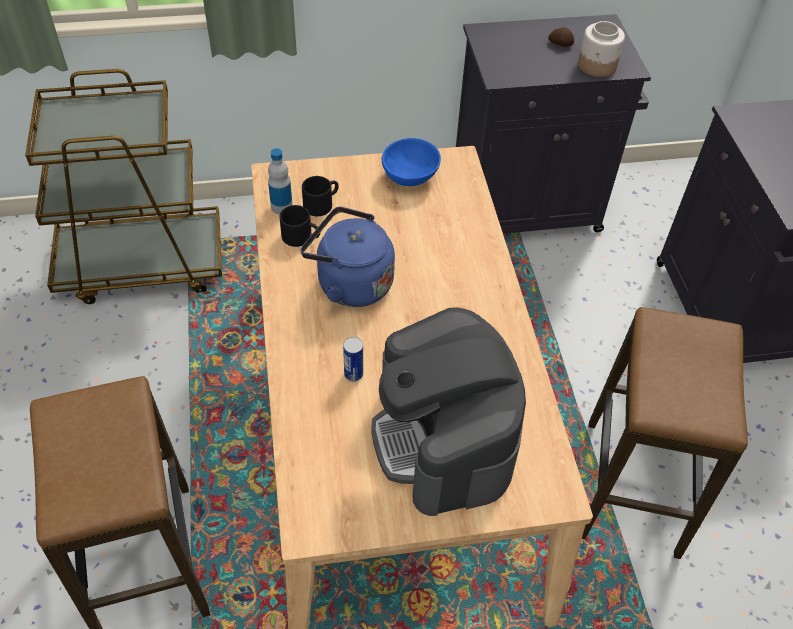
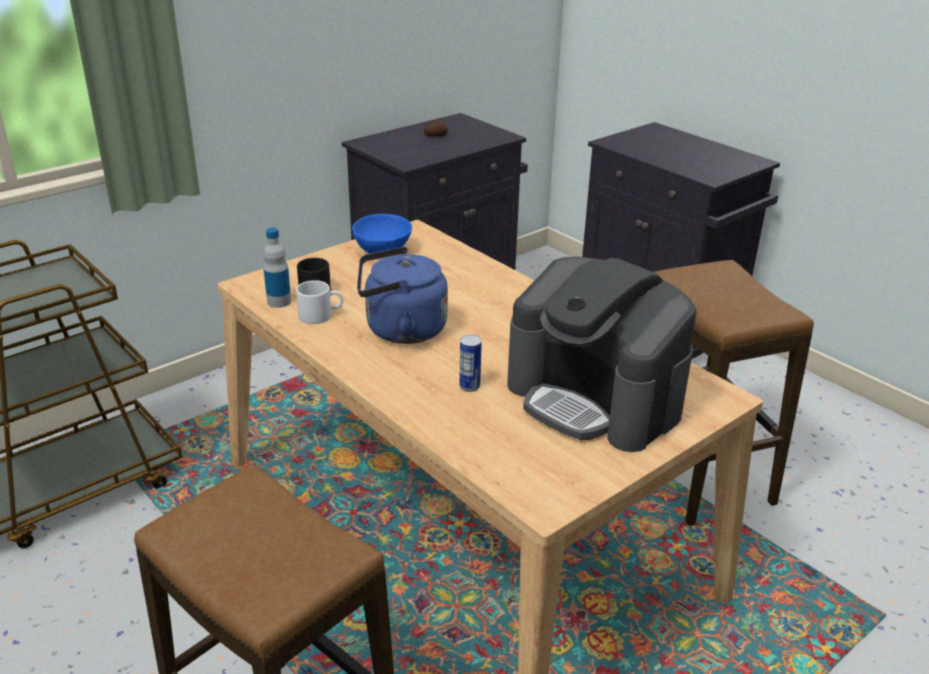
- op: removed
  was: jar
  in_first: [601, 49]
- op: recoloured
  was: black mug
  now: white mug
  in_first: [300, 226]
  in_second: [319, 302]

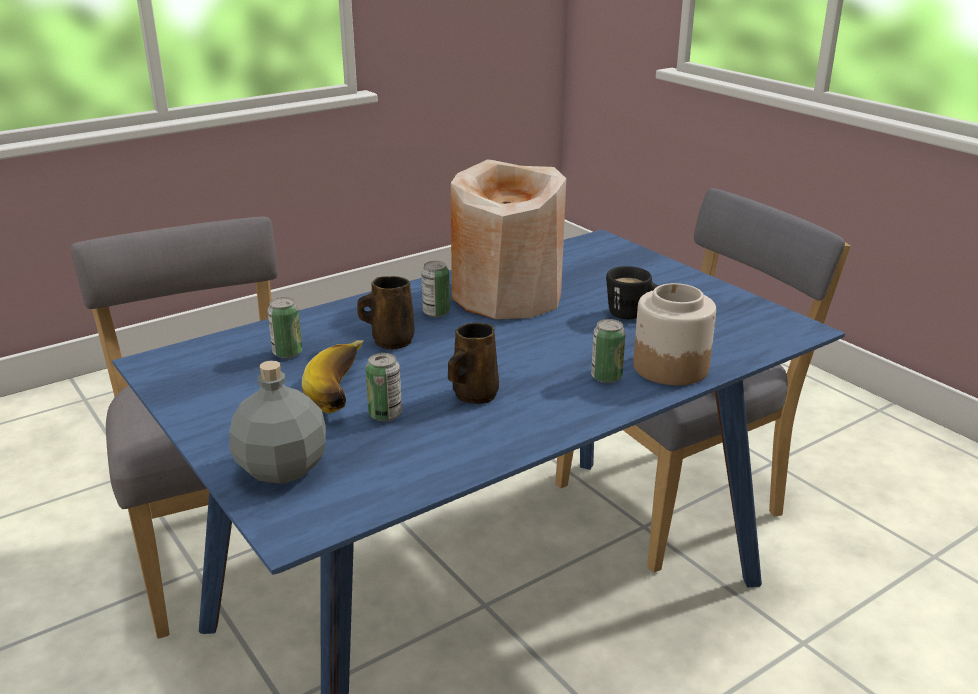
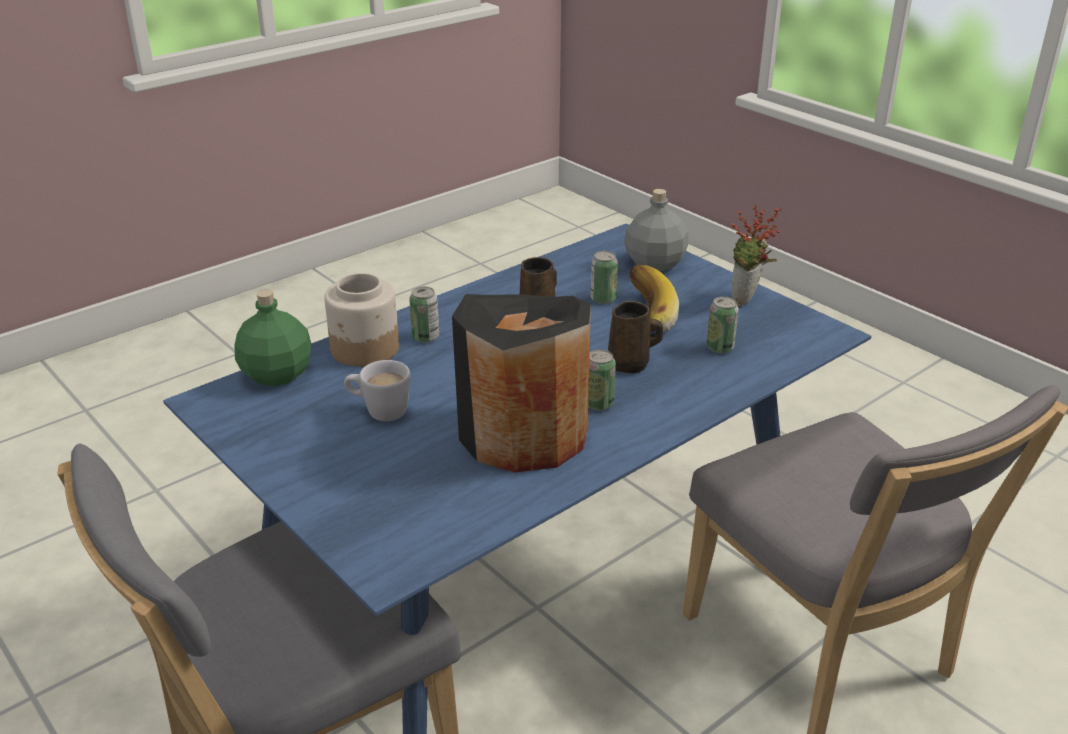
- op: added
  now: green bottle
  in_second: [272, 337]
- op: added
  now: potted plant
  in_second: [756, 255]
- op: recoloured
  was: beige vase
  now: black vase
  in_first: [508, 239]
  in_second: [521, 383]
- op: recoloured
  was: black mug
  now: white mug
  in_first: [633, 292]
  in_second: [377, 390]

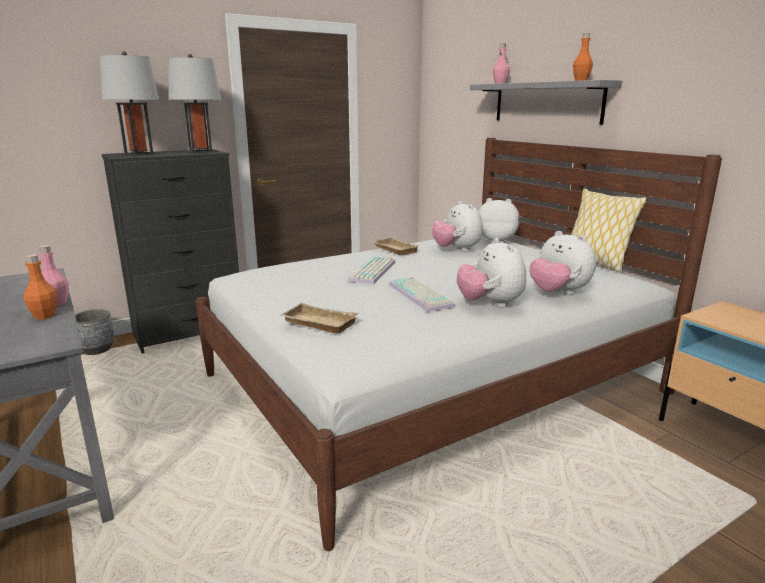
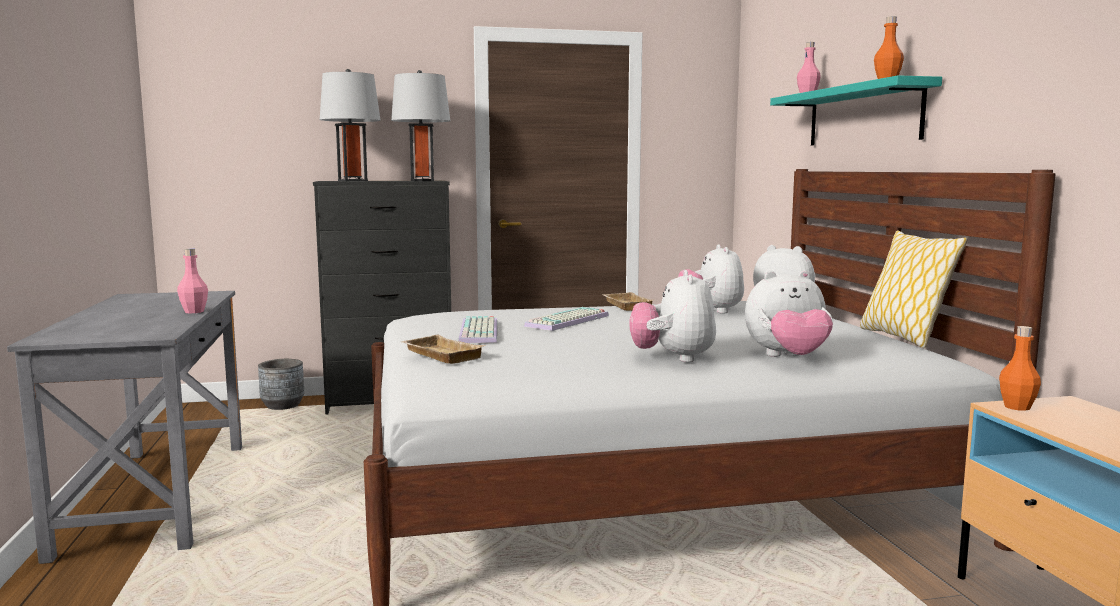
- op: moved
  was: orange bottle
  in_first: [40, 287]
  in_second: [1020, 368]
- op: moved
  was: keyboard
  in_first: [422, 294]
  in_second: [477, 329]
- op: recoloured
  was: grey shelf
  now: turquoise shelf
  in_first: [546, 102]
  in_second: [856, 110]
- op: turned
  was: plush toy
  in_first: [563, 262]
  in_second: [789, 313]
  clockwise: -75

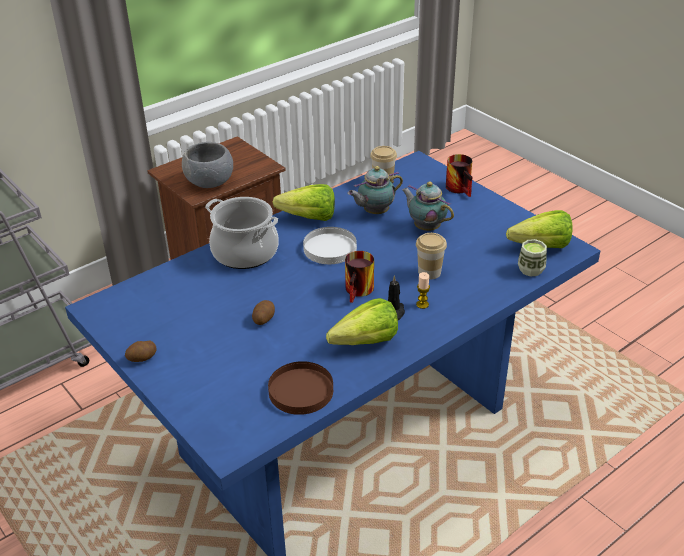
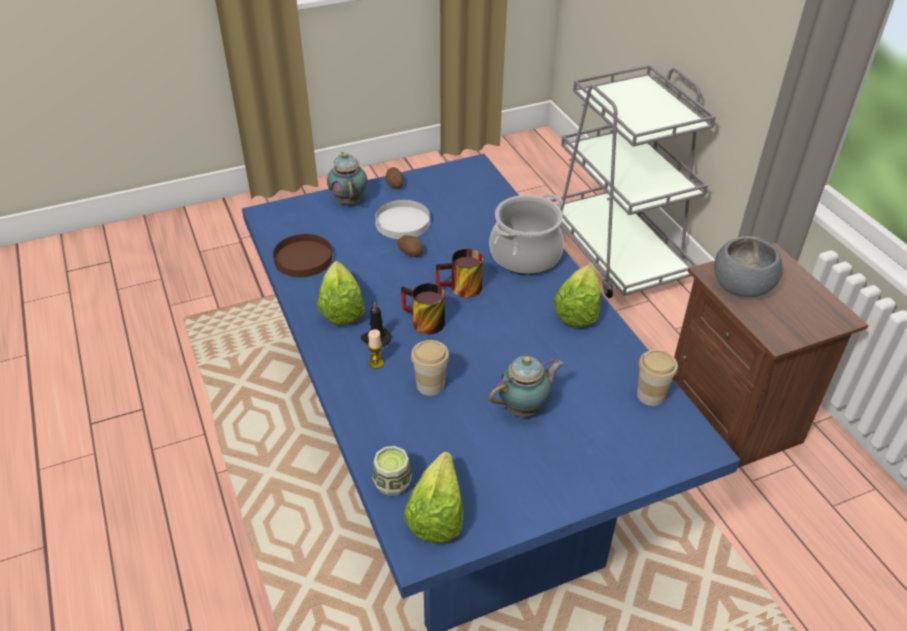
- op: moved
  was: white plate
  in_first: [330, 245]
  in_second: [402, 219]
- op: moved
  was: teapot
  in_first: [375, 190]
  in_second: [347, 178]
- op: moved
  was: mug
  in_first: [459, 175]
  in_second: [459, 273]

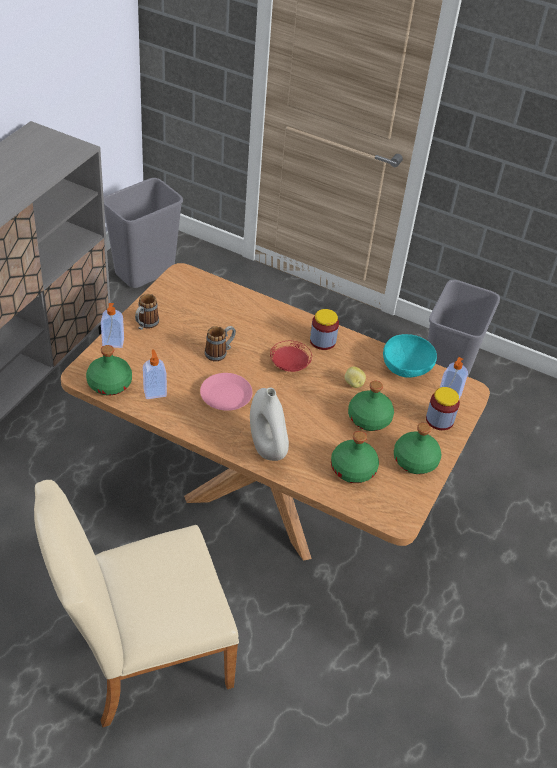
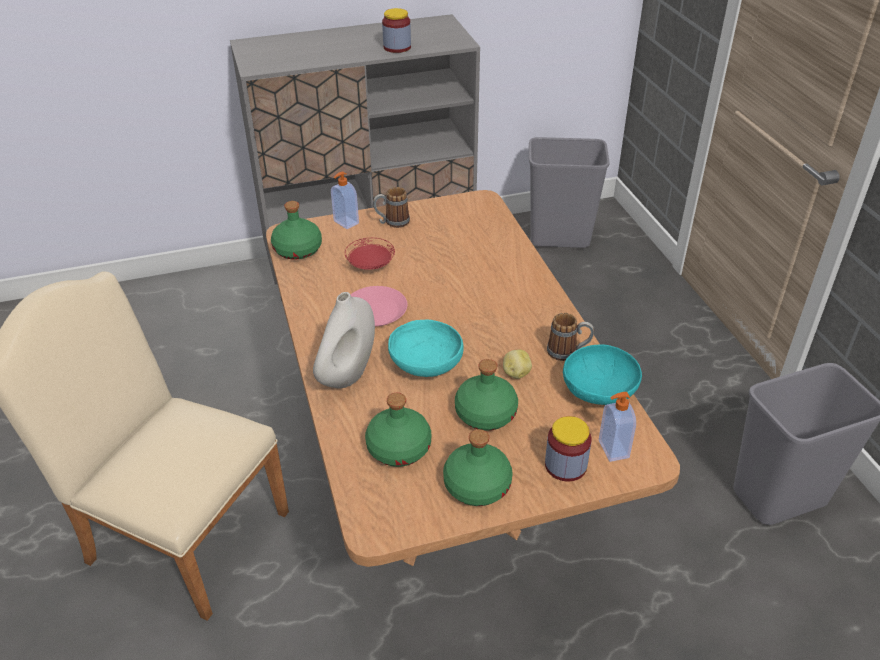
- op: removed
  was: soap dispenser
  in_first: [155, 374]
- op: added
  now: turquoise bowl
  in_second: [425, 348]
- op: moved
  was: mug
  in_first: [220, 344]
  in_second: [570, 337]
- op: moved
  was: red plate
  in_first: [291, 356]
  in_second: [370, 254]
- op: moved
  was: jar
  in_first: [324, 329]
  in_second: [396, 30]

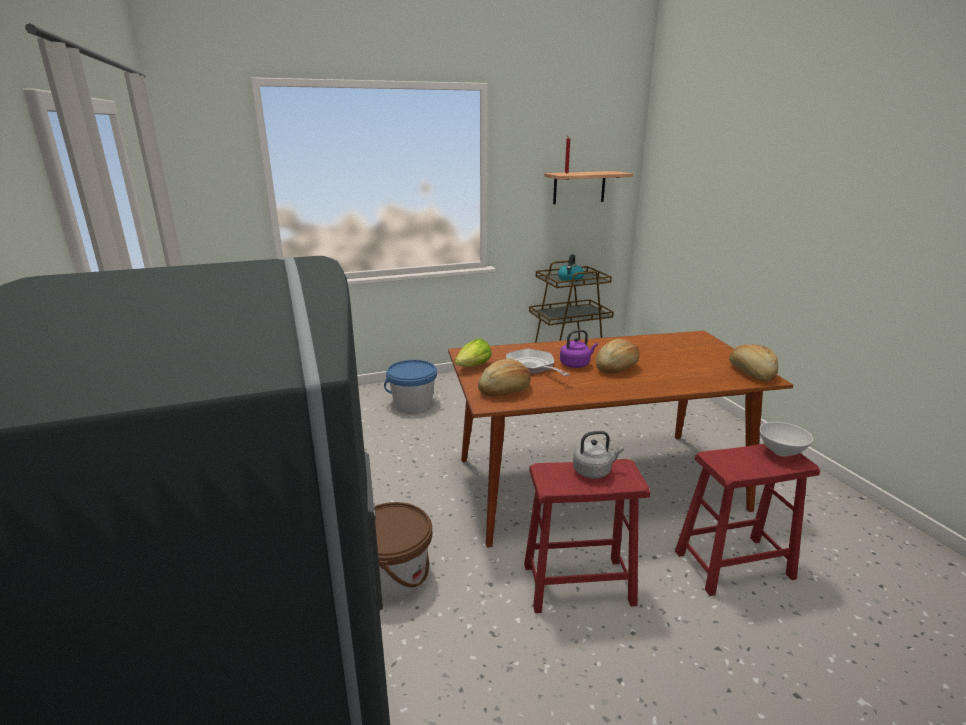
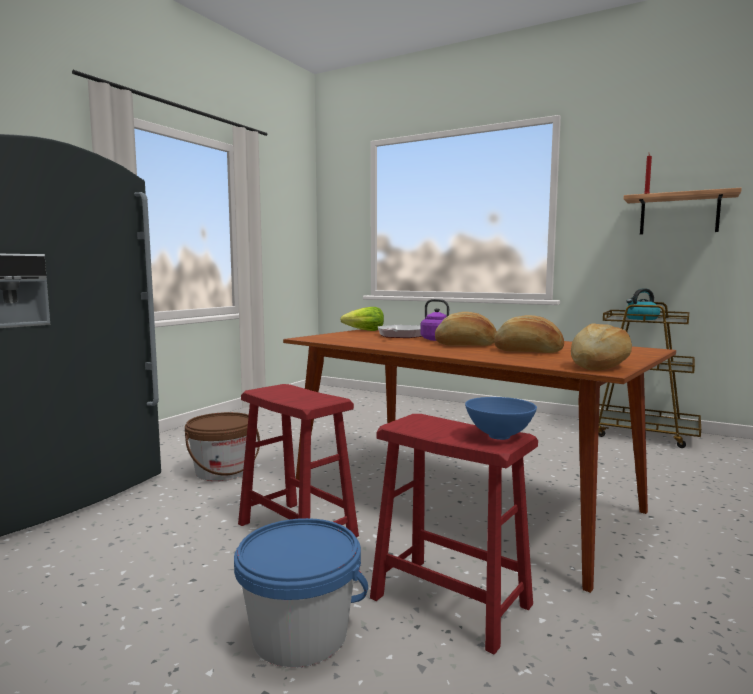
- op: removed
  was: grey kettle
  in_first: [598, 455]
- op: moved
  was: blue bucket
  in_first: [410, 386]
  in_second: [301, 593]
- op: moved
  was: bread
  in_first: [504, 378]
  in_second: [529, 334]
- op: recoloured
  was: white bowl
  now: blue bowl
  in_first: [786, 439]
  in_second: [501, 418]

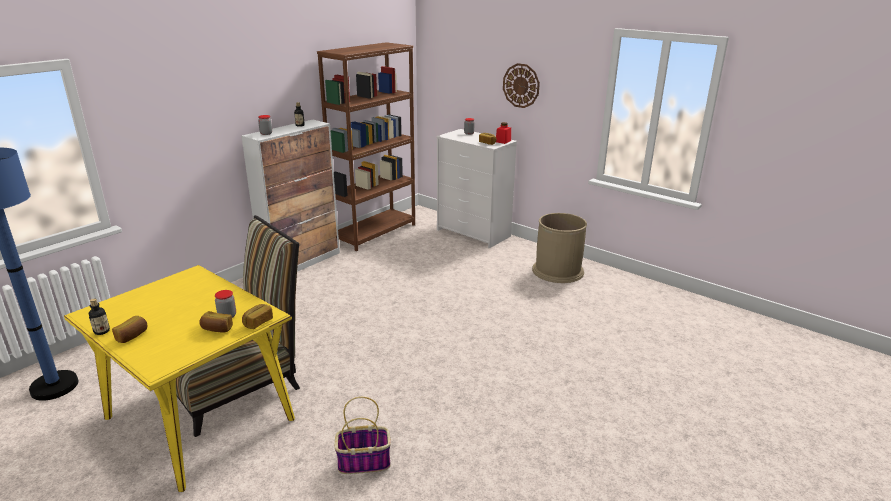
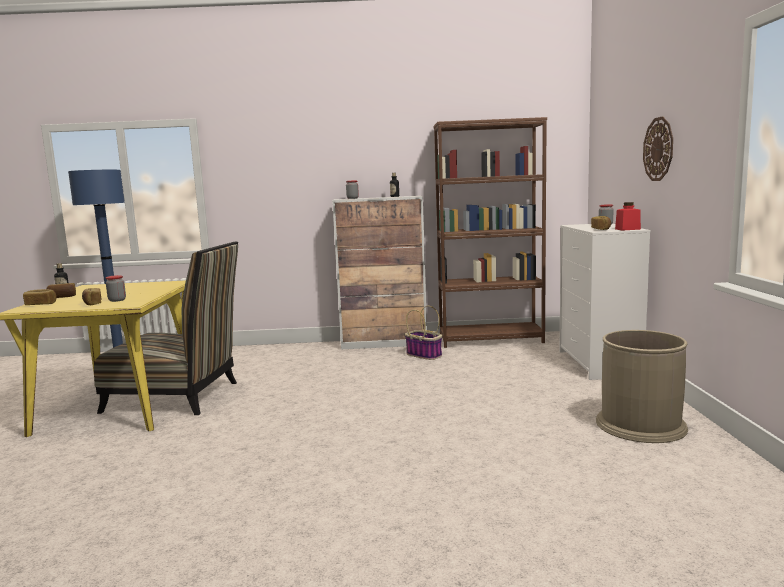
- op: moved
  was: bread
  in_first: [257, 316]
  in_second: [40, 297]
- op: moved
  was: basket
  in_first: [363, 435]
  in_second: [423, 333]

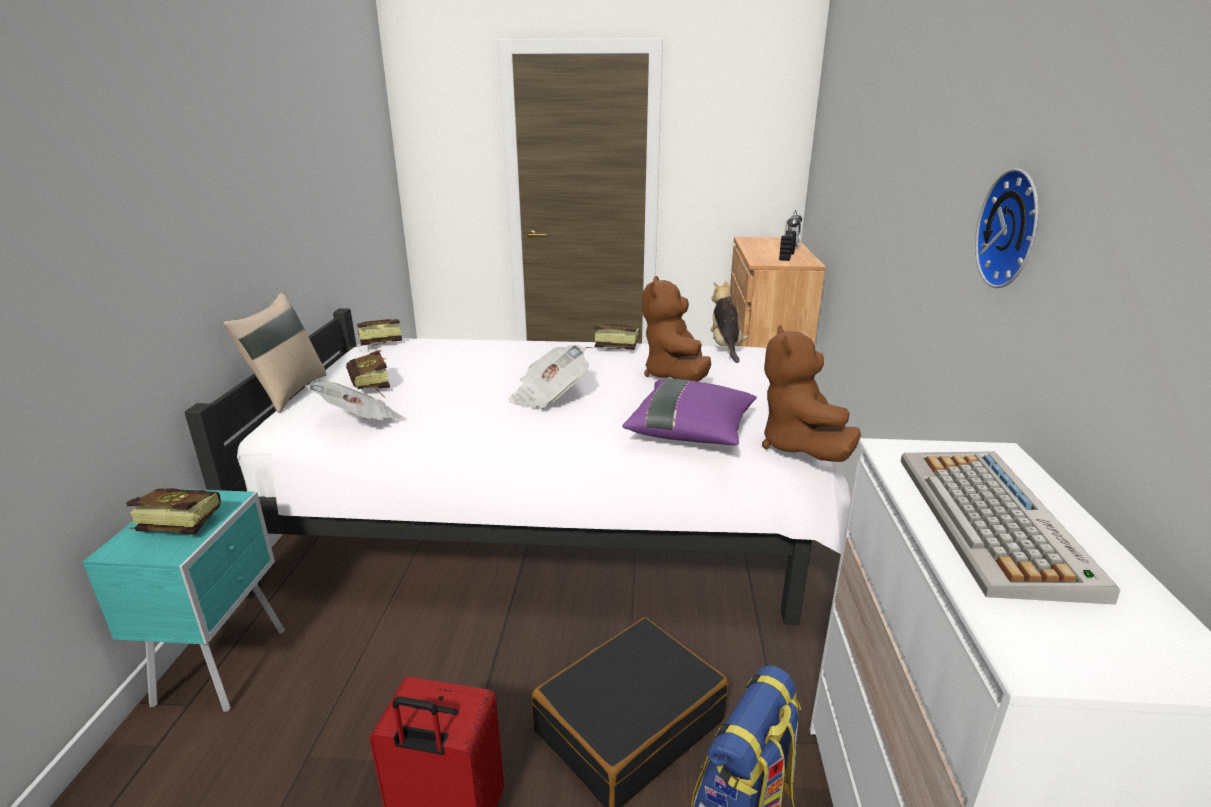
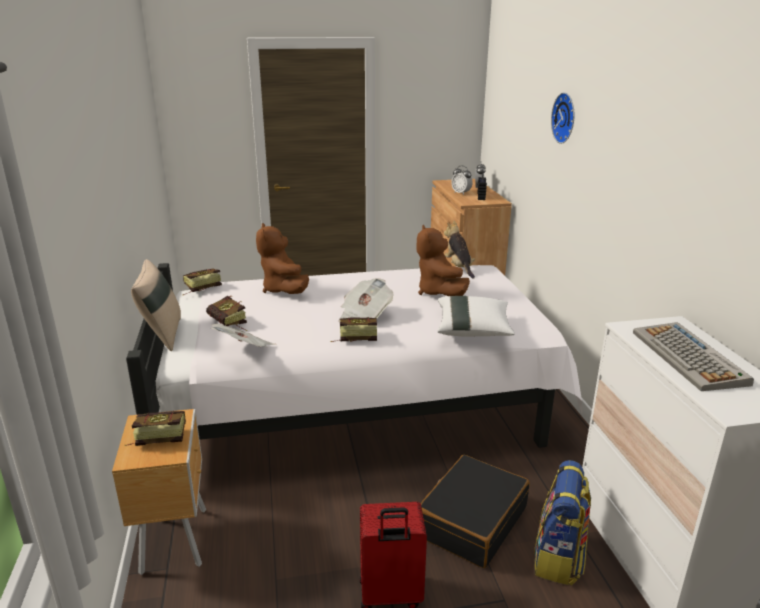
- op: added
  now: alarm clock
  in_second: [461, 180]
- op: moved
  was: book
  in_first: [613, 337]
  in_second: [353, 329]
- op: moved
  was: brown plush toy
  in_first: [811, 393]
  in_second: [282, 258]
- op: moved
  was: wall clock
  in_first: [1007, 228]
  in_second: [562, 118]
- op: recoloured
  was: turquoise nightstand
  now: brown nightstand
  in_first: [183, 600]
  in_second: [159, 492]
- op: recoloured
  was: purple pillow
  now: white pillow
  in_first: [690, 412]
  in_second: [476, 316]

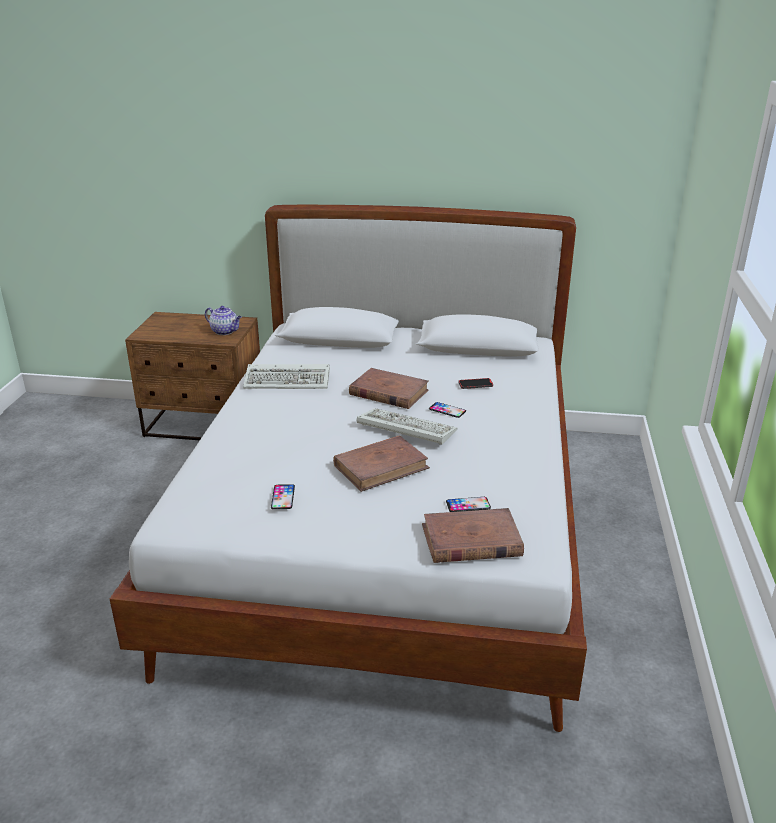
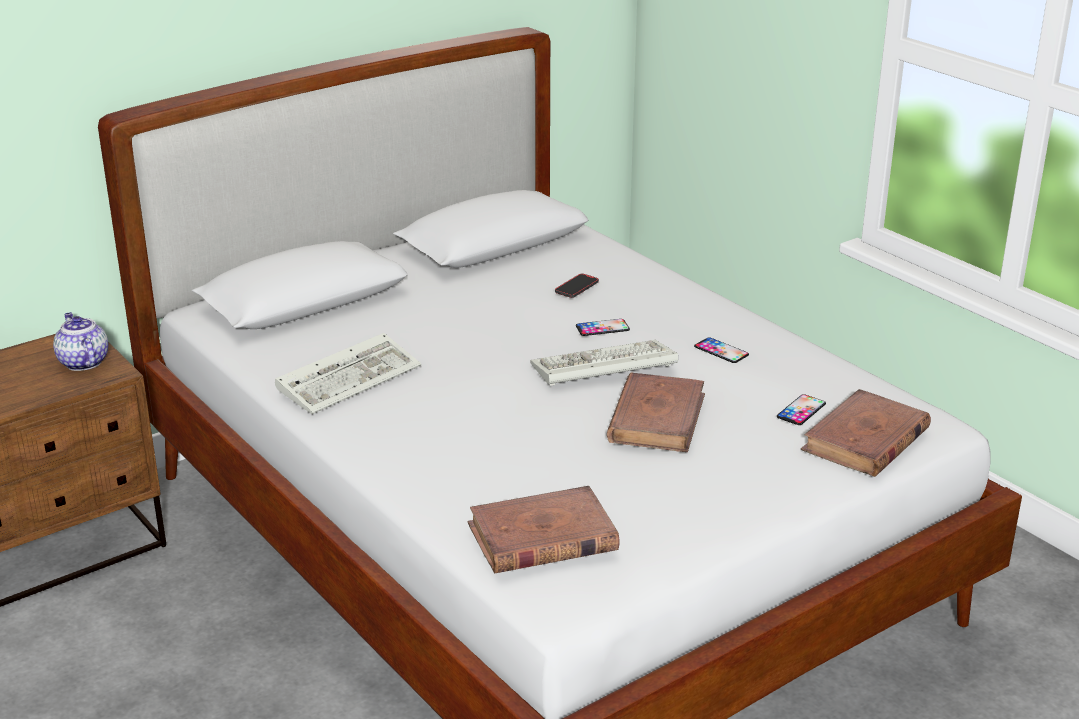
- op: moved
  was: phone
  in_first: [283, 496]
  in_second: [721, 350]
- op: moved
  was: brown book
  in_first: [389, 388]
  in_second: [543, 529]
- op: turned
  was: teapot
  in_first: [223, 320]
  in_second: [81, 341]
  clockwise: -105

